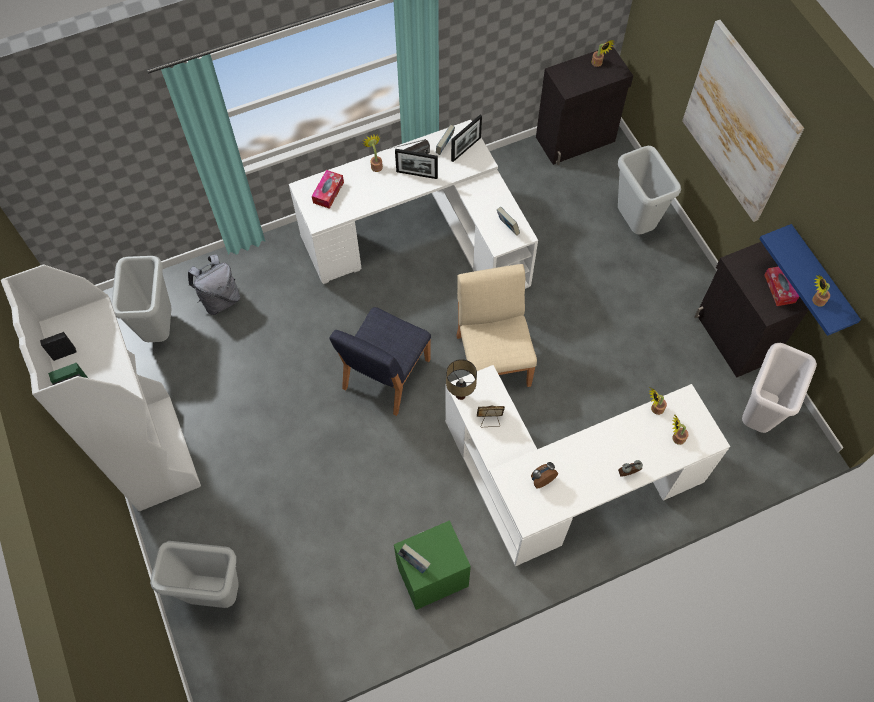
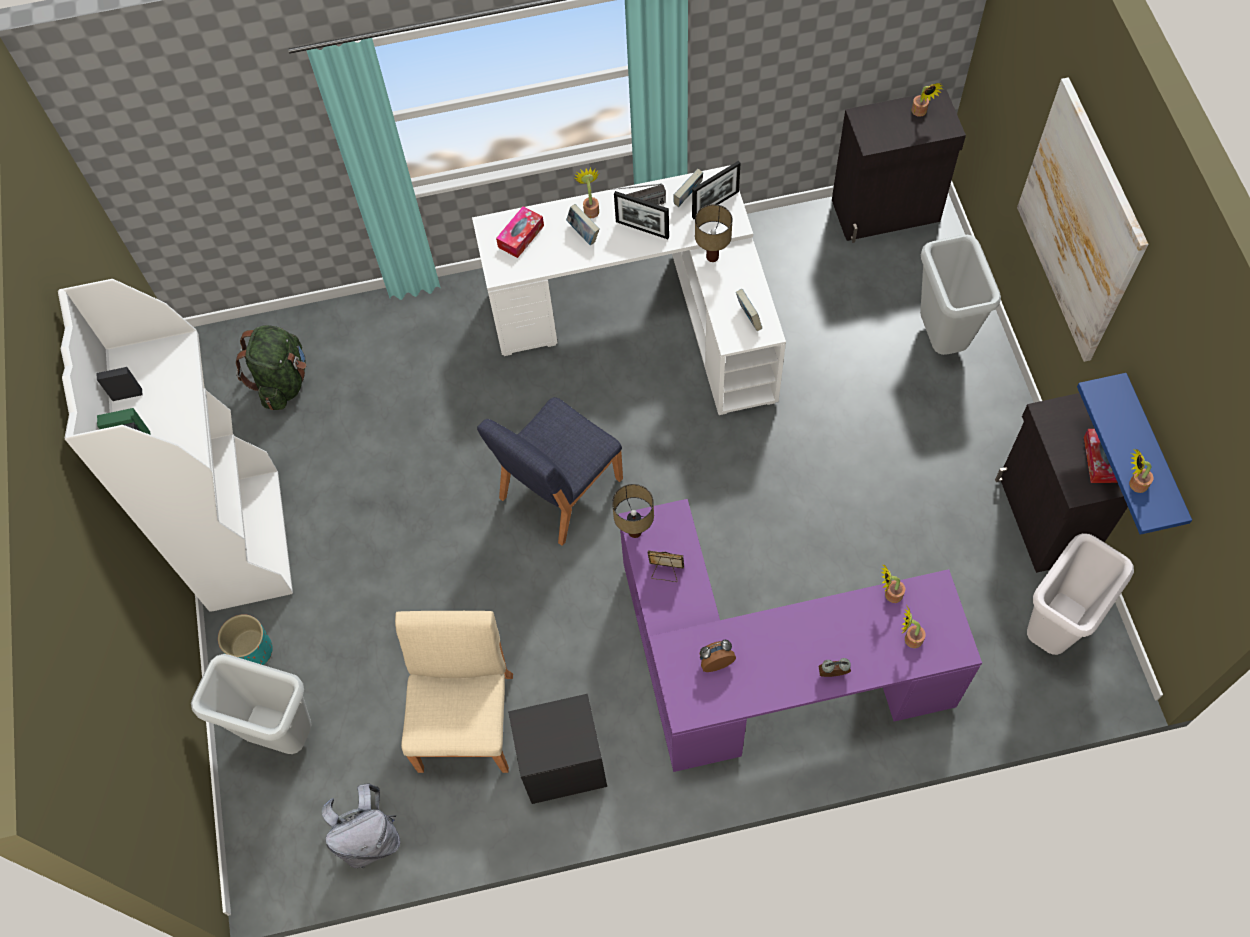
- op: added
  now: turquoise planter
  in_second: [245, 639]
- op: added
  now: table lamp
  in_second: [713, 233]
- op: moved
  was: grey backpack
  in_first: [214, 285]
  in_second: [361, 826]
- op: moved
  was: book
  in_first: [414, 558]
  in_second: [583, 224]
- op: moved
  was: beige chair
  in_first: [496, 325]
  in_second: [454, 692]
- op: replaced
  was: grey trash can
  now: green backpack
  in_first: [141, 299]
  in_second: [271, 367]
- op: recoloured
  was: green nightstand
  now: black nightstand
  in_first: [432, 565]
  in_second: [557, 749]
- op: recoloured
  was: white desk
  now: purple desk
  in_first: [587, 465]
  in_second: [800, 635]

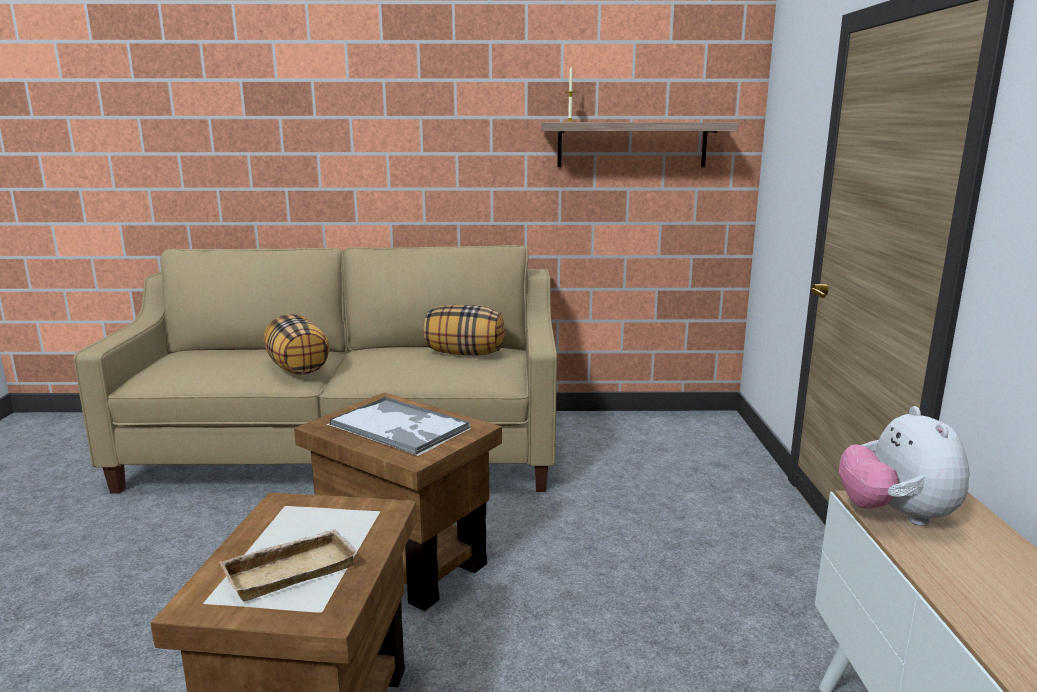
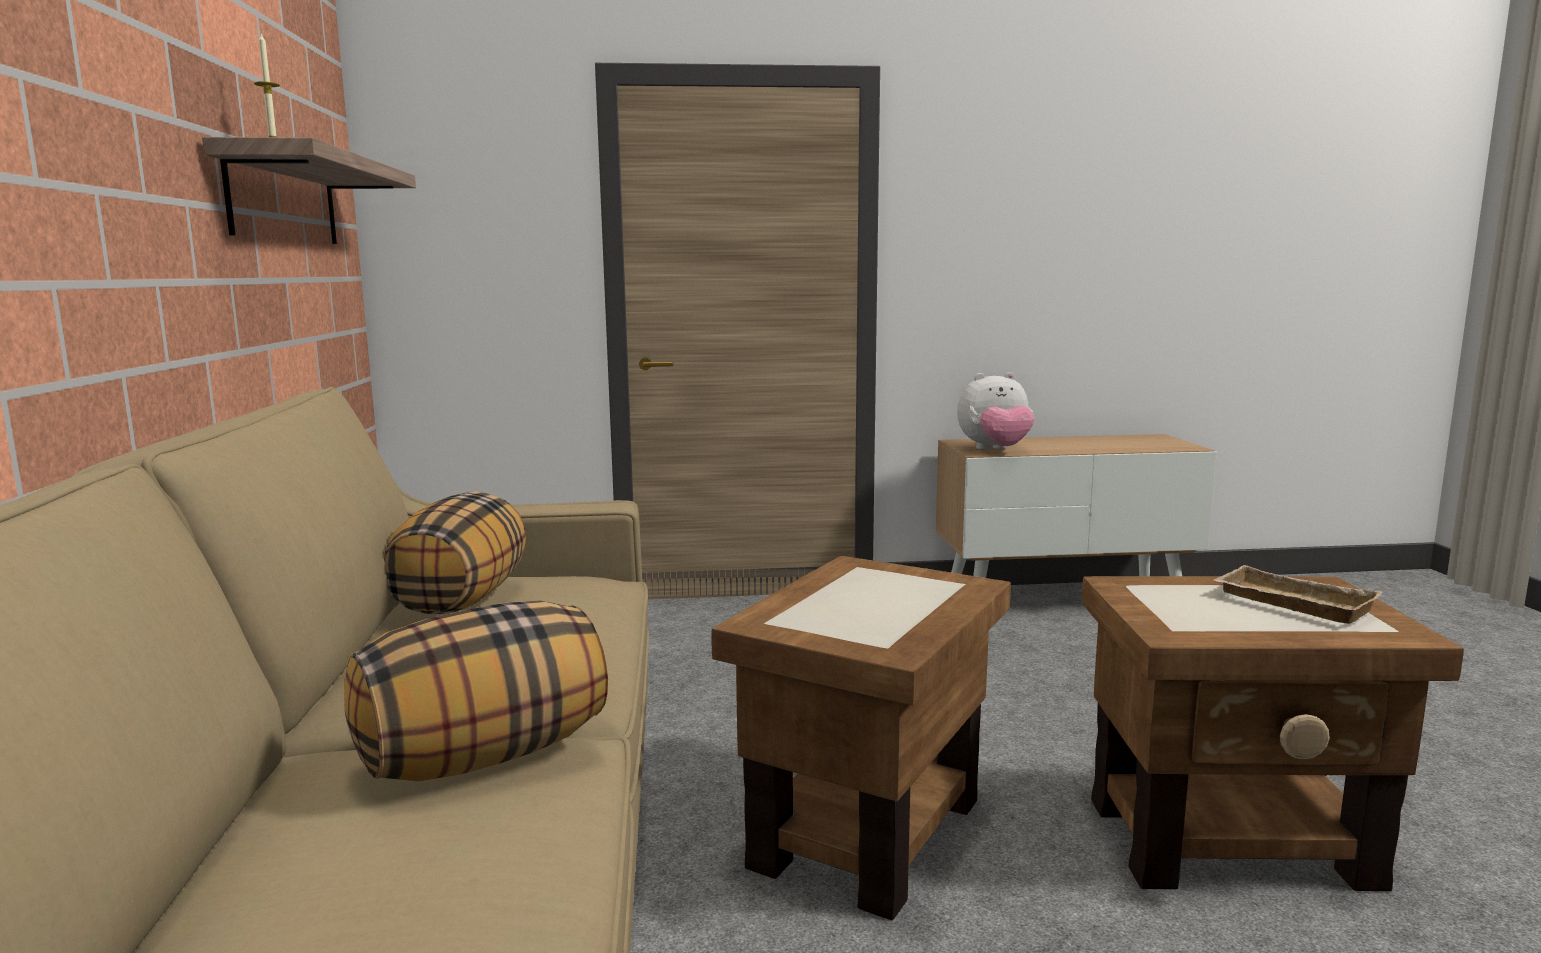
- op: removed
  was: tray
  in_first: [400, 426]

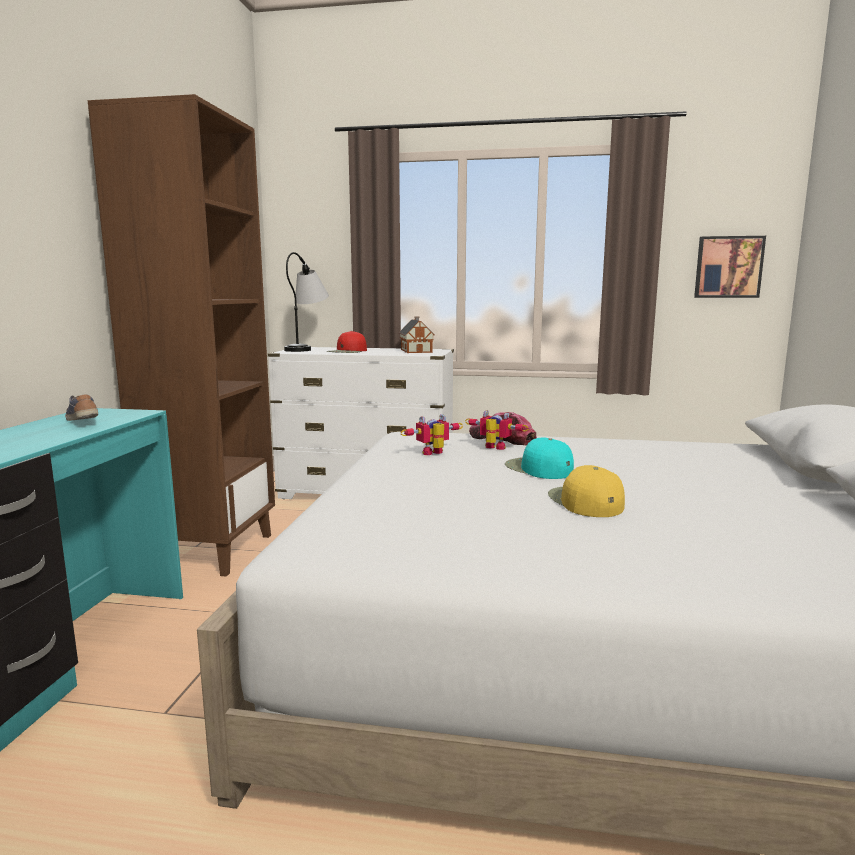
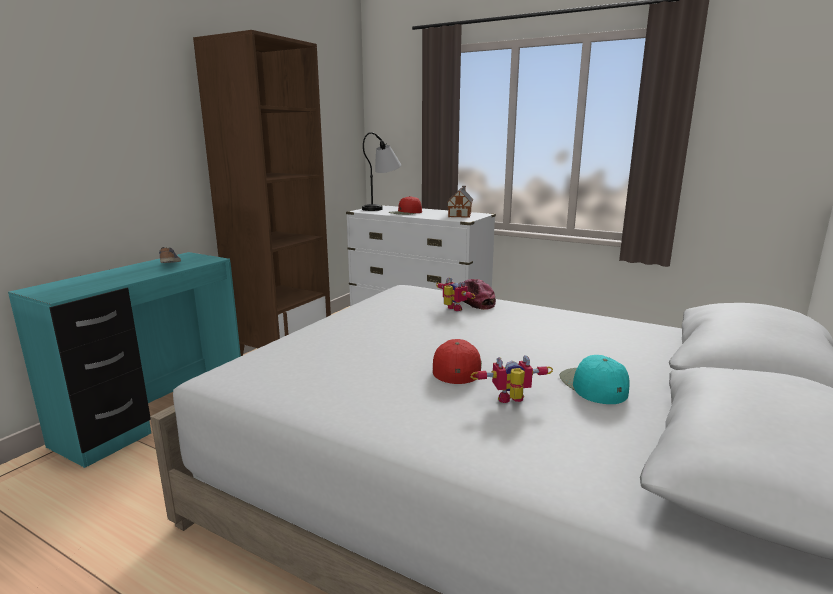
- op: removed
  was: picture
  in_first: [730, 267]
- op: moved
  was: toy robot
  in_first: [432, 434]
  in_second: [512, 379]
- op: moved
  was: turquoise cap
  in_first: [539, 458]
  in_second: [594, 379]
- op: recoloured
  was: yellow cap
  now: red cap
  in_first: [586, 491]
  in_second: [457, 361]

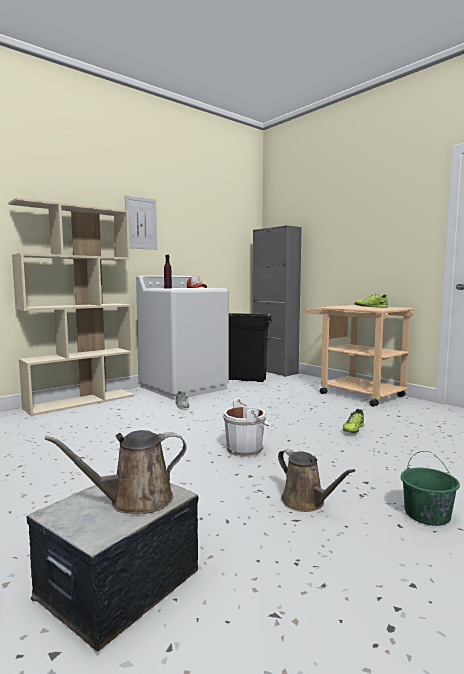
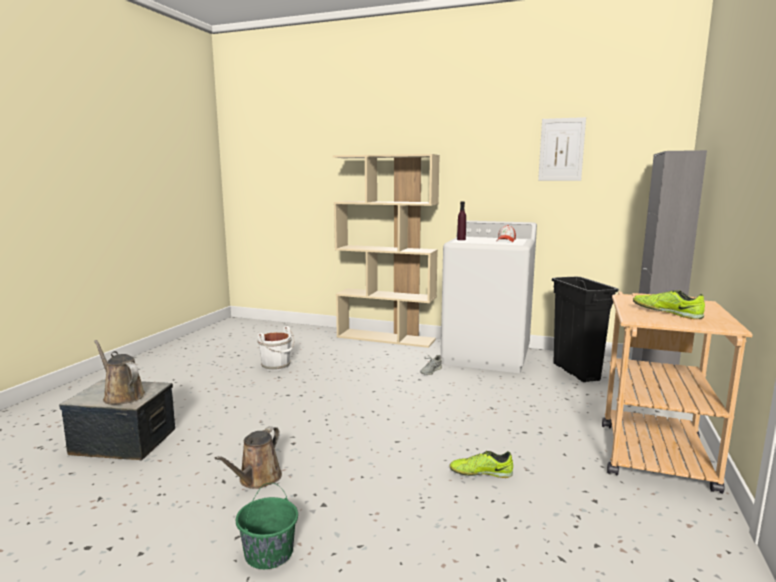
- op: moved
  was: picture
  in_first: [141, 222]
  in_second: [562, 149]
- op: moved
  was: white bucket
  in_first: [246, 427]
  in_second: [275, 348]

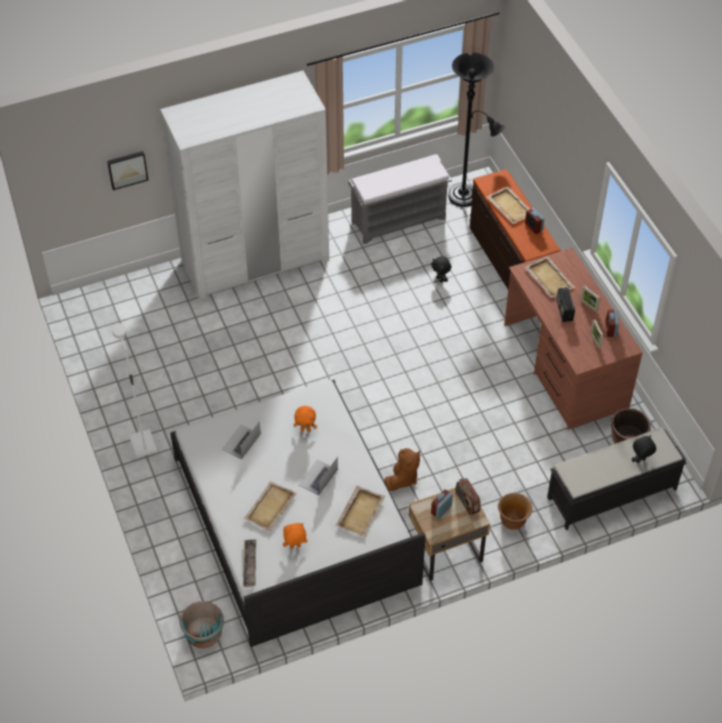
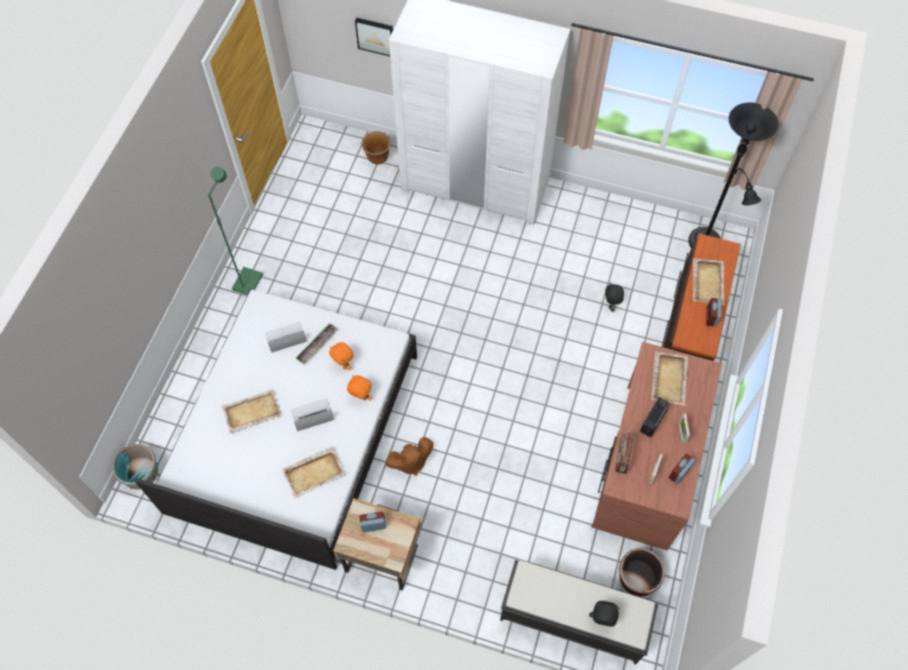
- op: removed
  was: grey bench
  in_first: [400, 199]
- op: moved
  was: tray
  in_first: [249, 563]
  in_second: [316, 344]
- op: moved
  was: orange plush toy
  in_first: [295, 536]
  in_second: [359, 388]
- op: moved
  was: radio
  in_first: [468, 496]
  in_second: [625, 453]
- op: moved
  was: brown planter
  in_first: [515, 511]
  in_second: [376, 147]
- op: recoloured
  was: white floor lamp
  now: green floor lamp
  in_first: [135, 390]
  in_second: [235, 231]

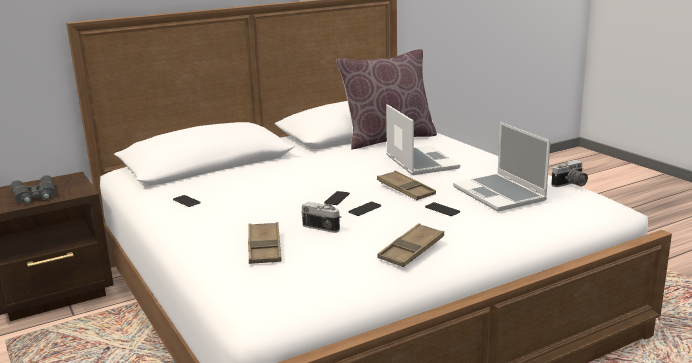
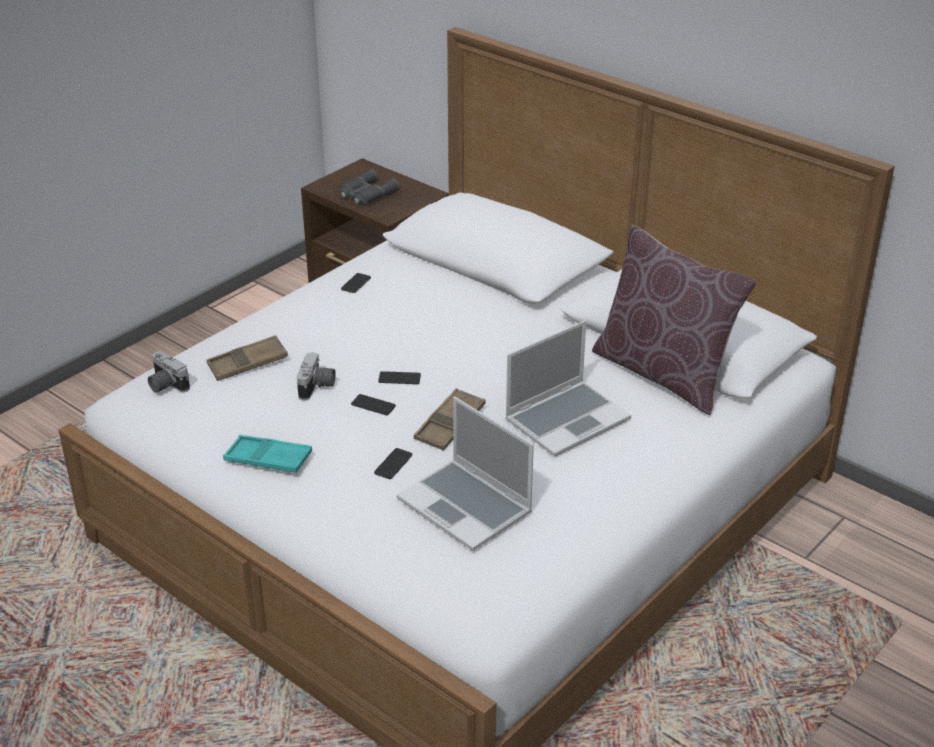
- op: moved
  was: photo camera
  in_first: [569, 173]
  in_second: [169, 372]
- op: recoloured
  was: brown tray
  now: turquoise tray
  in_first: [410, 245]
  in_second: [267, 454]
- op: turned
  was: laptop
  in_first: [501, 167]
  in_second: [465, 474]
  clockwise: -90

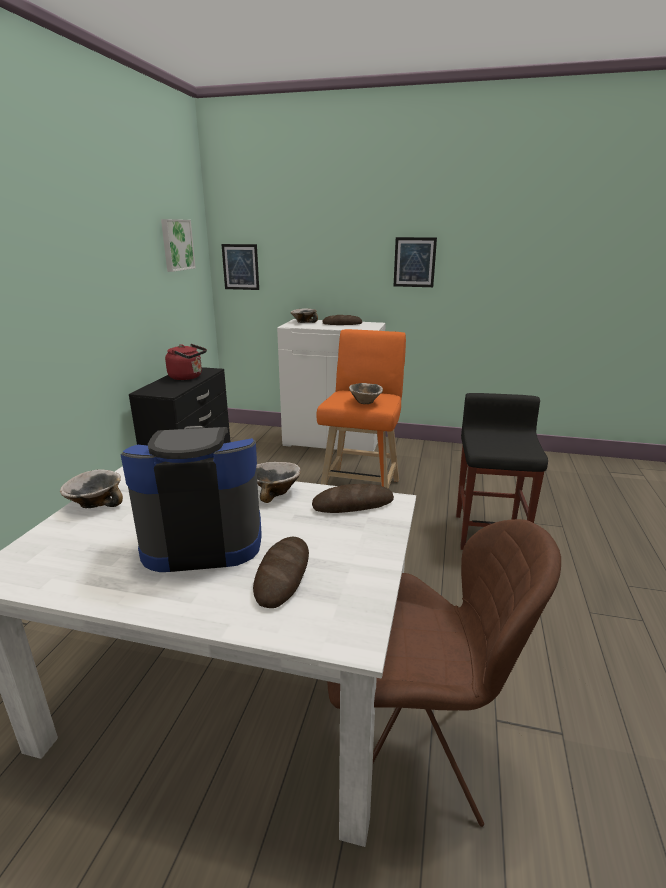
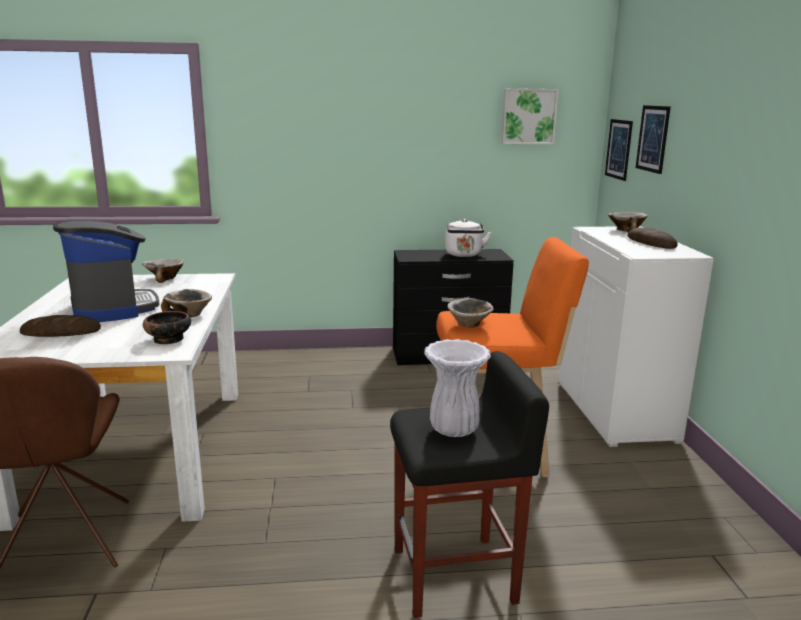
- op: added
  now: white vase
  in_second: [457, 388]
- op: moved
  was: picture
  in_first: [415, 262]
  in_second: [653, 139]
- op: replaced
  was: bread
  now: bowl
  in_first: [353, 498]
  in_second: [167, 327]
- op: recoloured
  was: red kettle
  now: white kettle
  in_first: [186, 362]
  in_second: [468, 238]

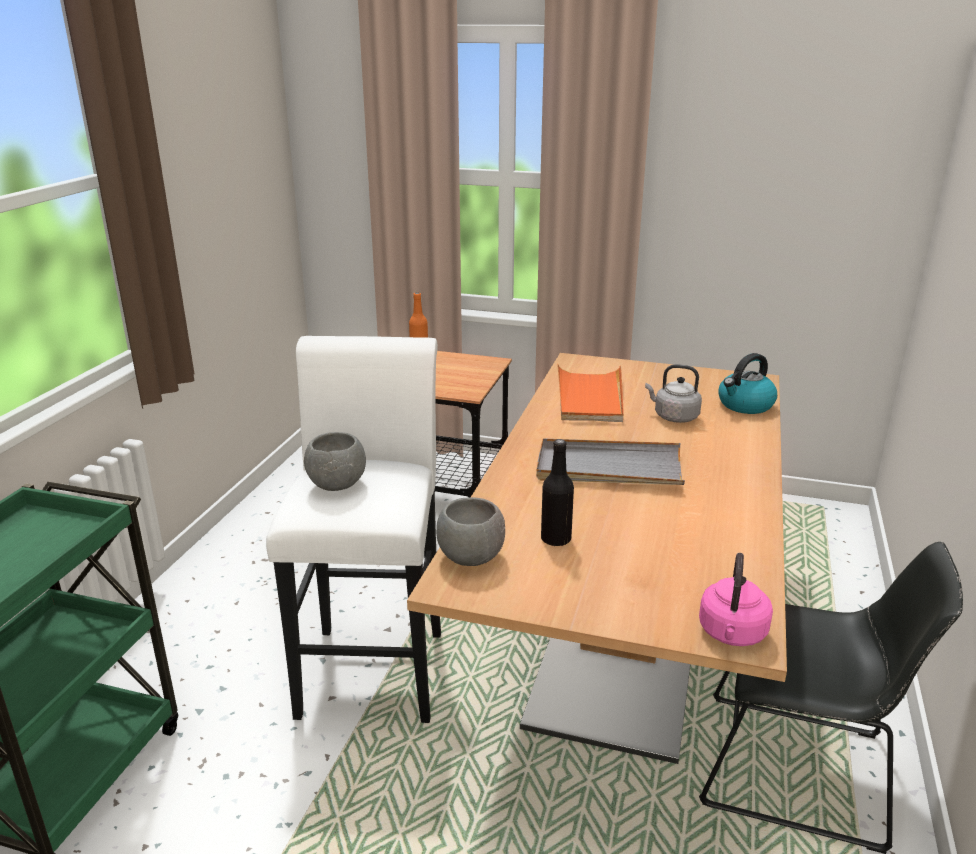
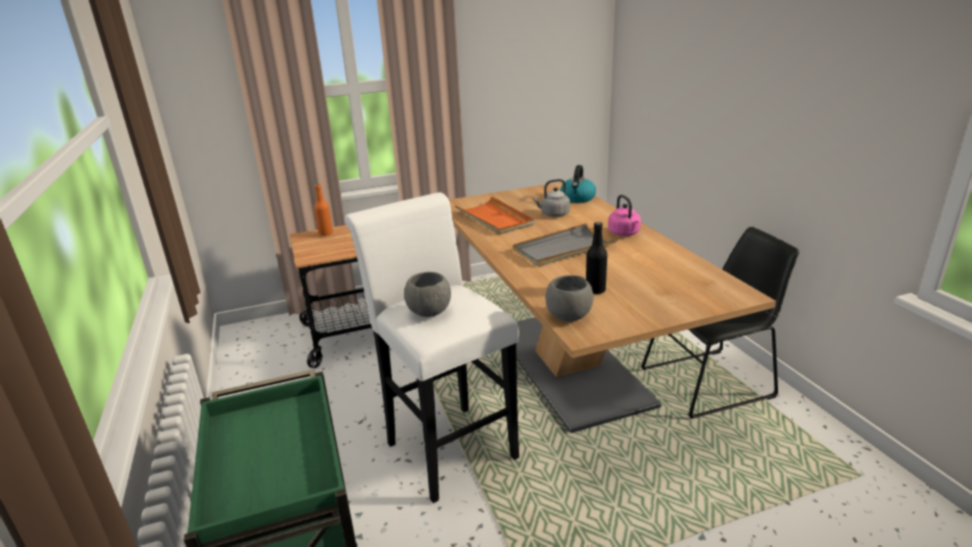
- op: moved
  was: pink kettle
  in_first: [736, 599]
  in_second: [624, 215]

